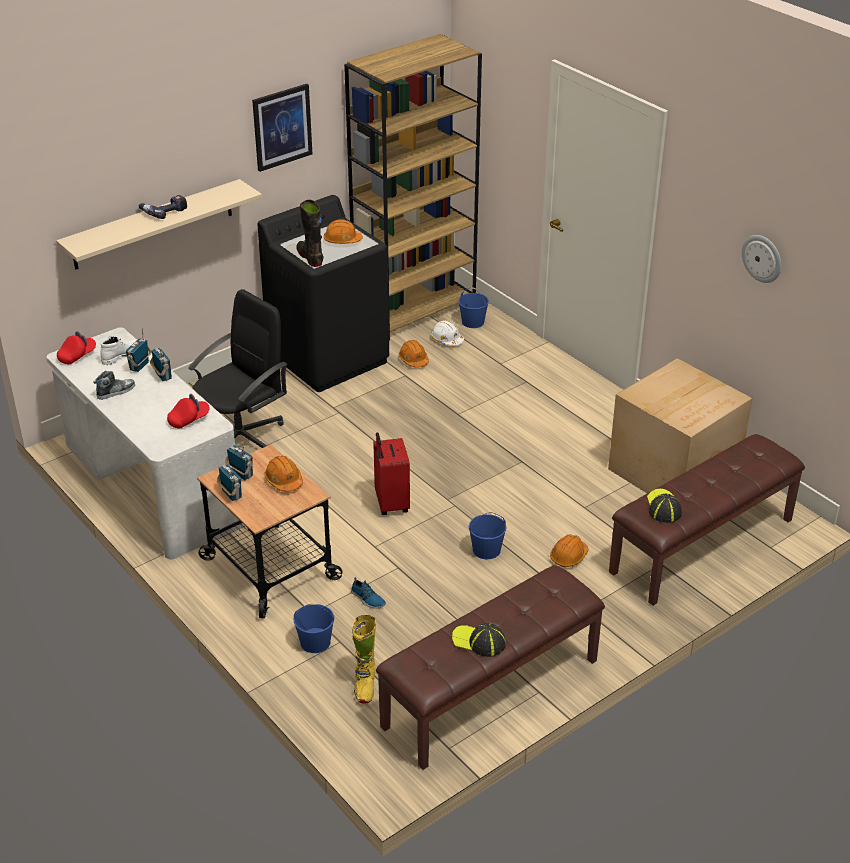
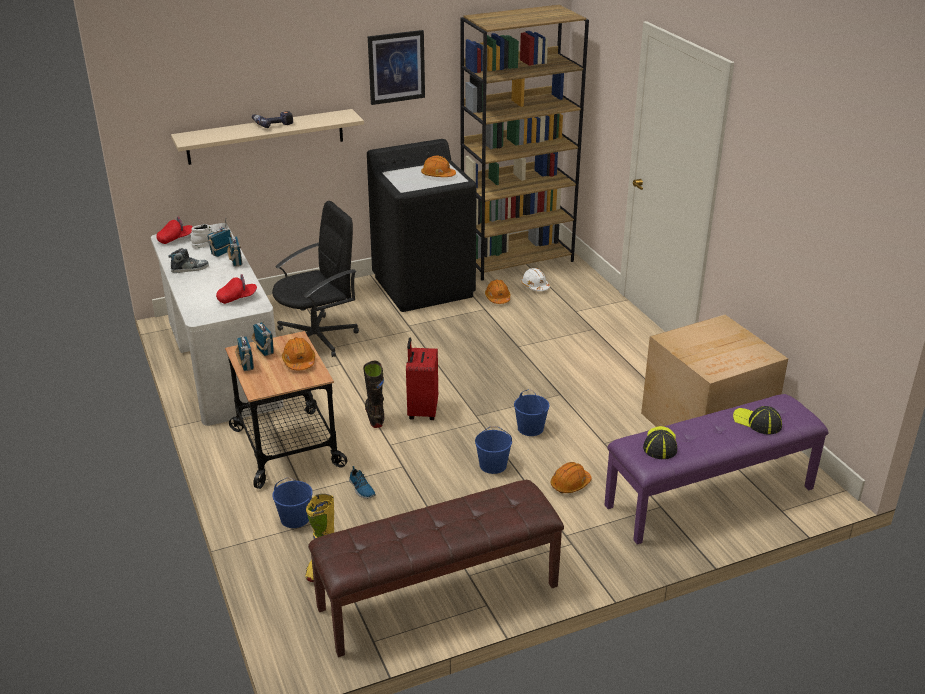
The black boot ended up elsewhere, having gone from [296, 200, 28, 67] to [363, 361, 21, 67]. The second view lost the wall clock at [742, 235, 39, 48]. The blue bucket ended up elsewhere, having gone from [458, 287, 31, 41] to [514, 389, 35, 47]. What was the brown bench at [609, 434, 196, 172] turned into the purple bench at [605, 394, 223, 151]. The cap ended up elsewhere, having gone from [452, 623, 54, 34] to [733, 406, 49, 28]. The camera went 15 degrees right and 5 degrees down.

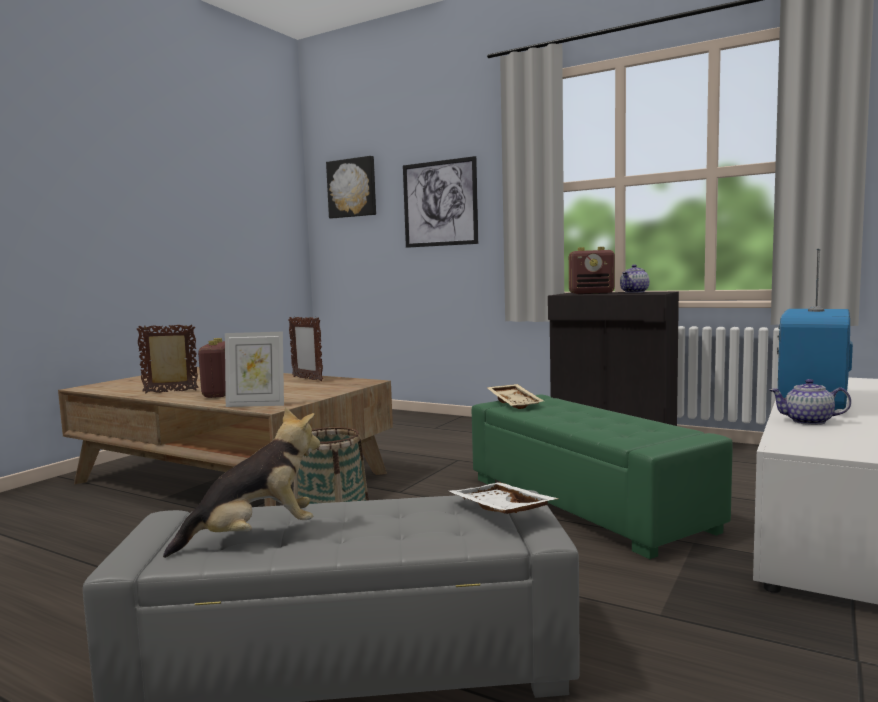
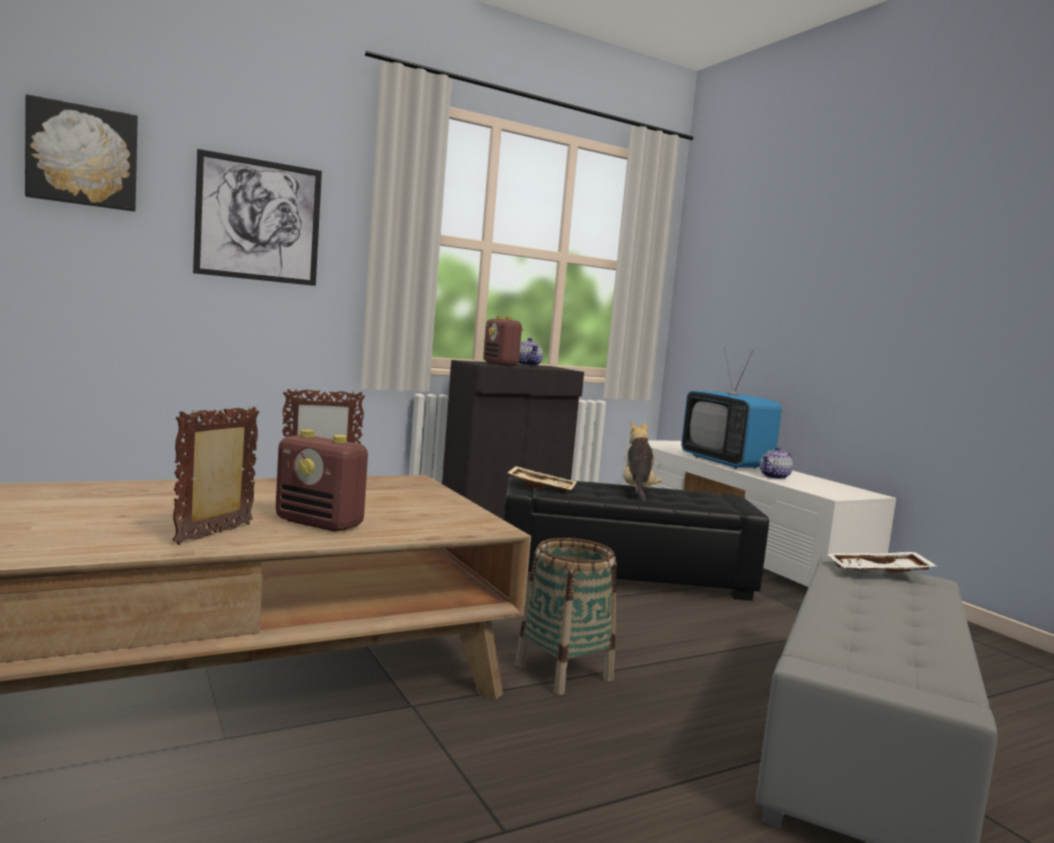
The radio at [569, 247, 46, 47] ended up facing another way, 120 degrees clockwise from before. The second view lost the picture frame at [225, 332, 59, 75]. What was the green ottoman at [472, 395, 261, 164] turned into the black ottoman at [504, 476, 265, 125]. The plush toy ended up elsewhere, having gone from [163, 407, 157, 151] to [624, 421, 38, 81]. The camera went 60 degrees left and 0 degrees up.

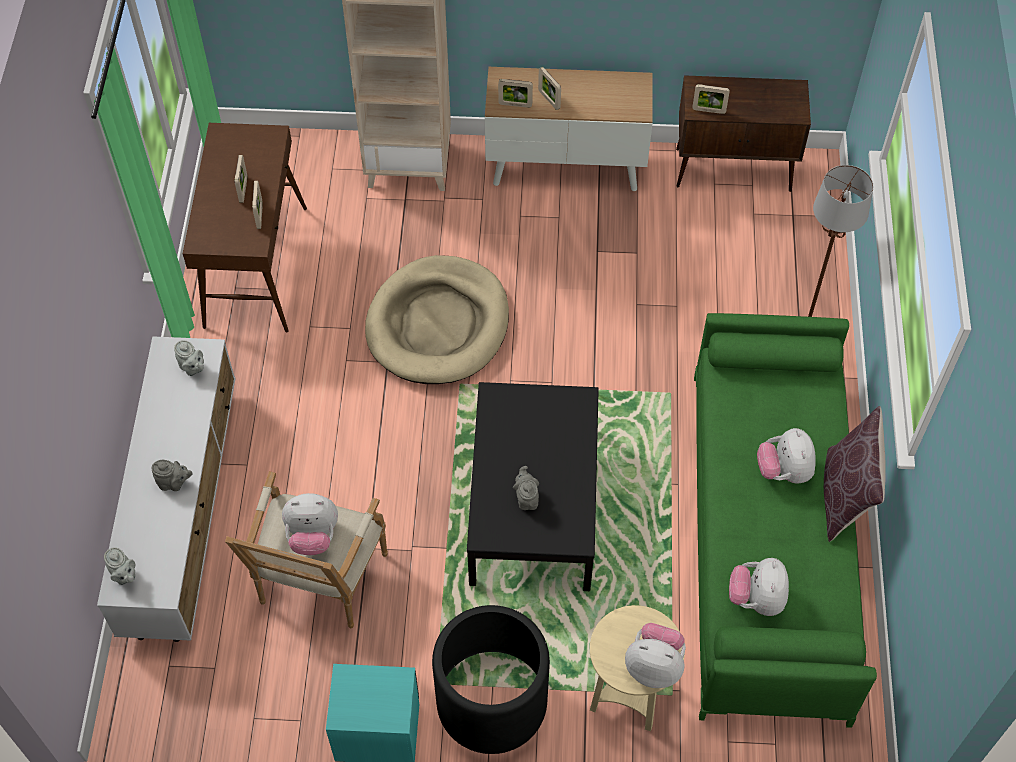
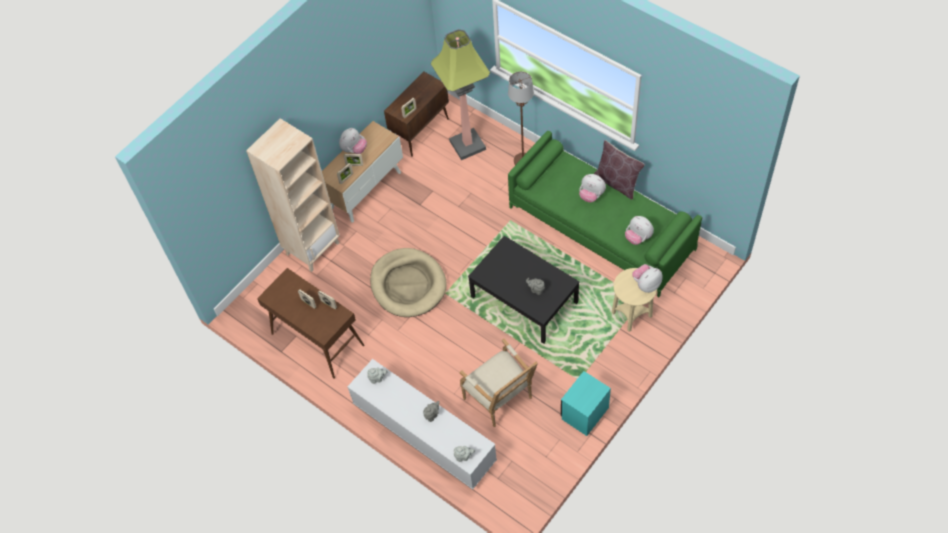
The plush toy ended up elsewhere, having gone from [282, 493, 56, 62] to [339, 128, 28, 26]. The second view lost the black planter at [432, 605, 118, 149]. The second view gained the floor lamp at [431, 29, 59, 131]. The camera went 50 degrees left and 0 degrees up.

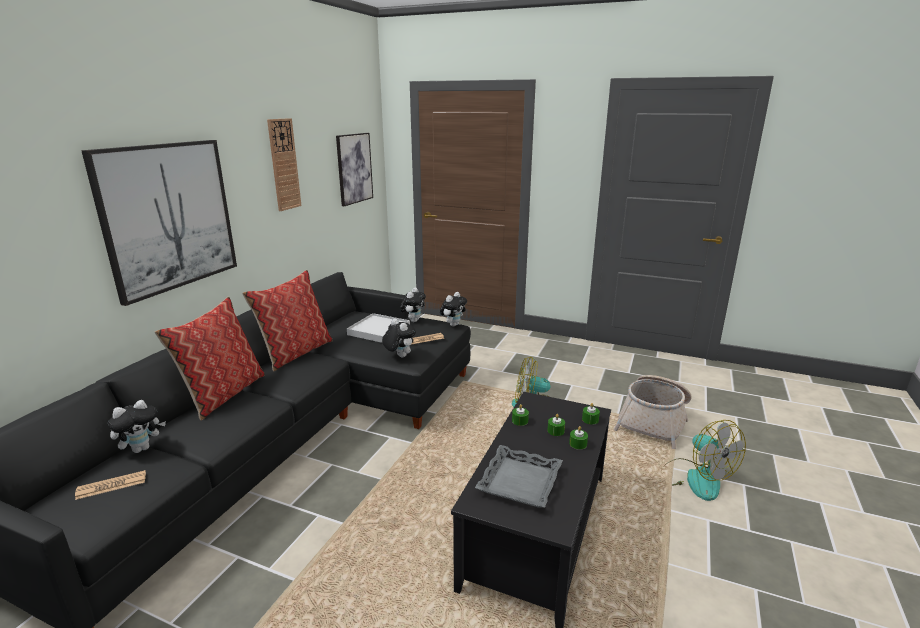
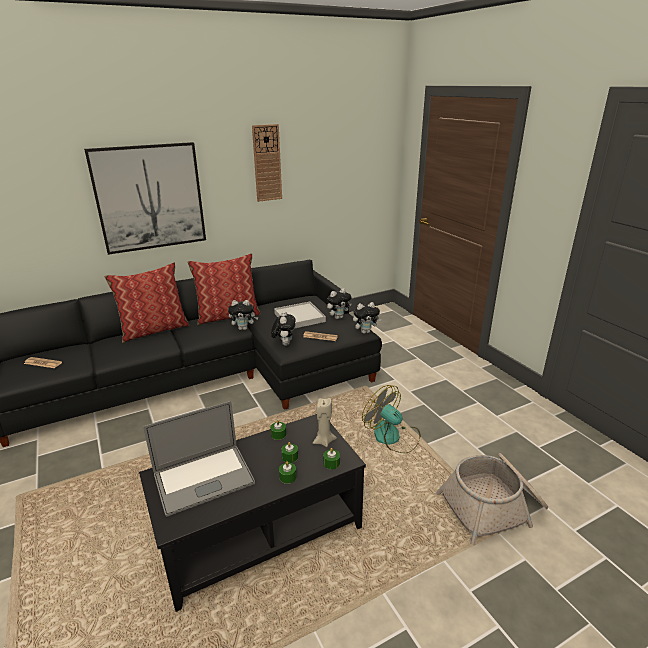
The second view lost the picture at [336, 133, 37, 73]. The plush toy ended up elsewhere, having gone from [108, 400, 58, 53] to [228, 300, 30, 30]. The second view lost the fan at [664, 420, 82, 81]. Where the grey tray stood at [475, 445, 88, 63], the laptop came to stand at [143, 401, 112, 116]. The second view gained the beige candle at [313, 398, 24, 49]. The camera went 40 degrees right and 5 degrees up.

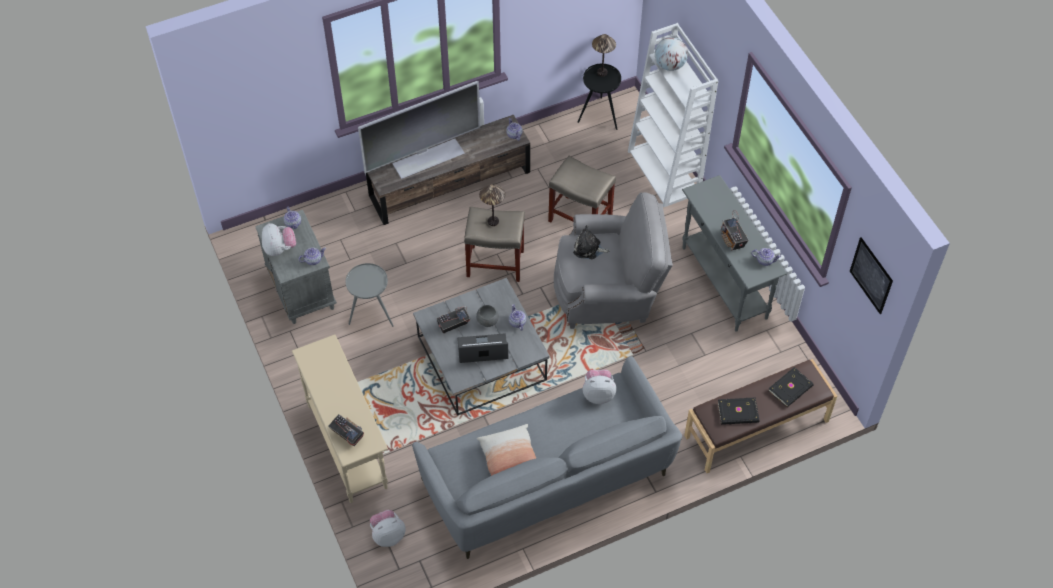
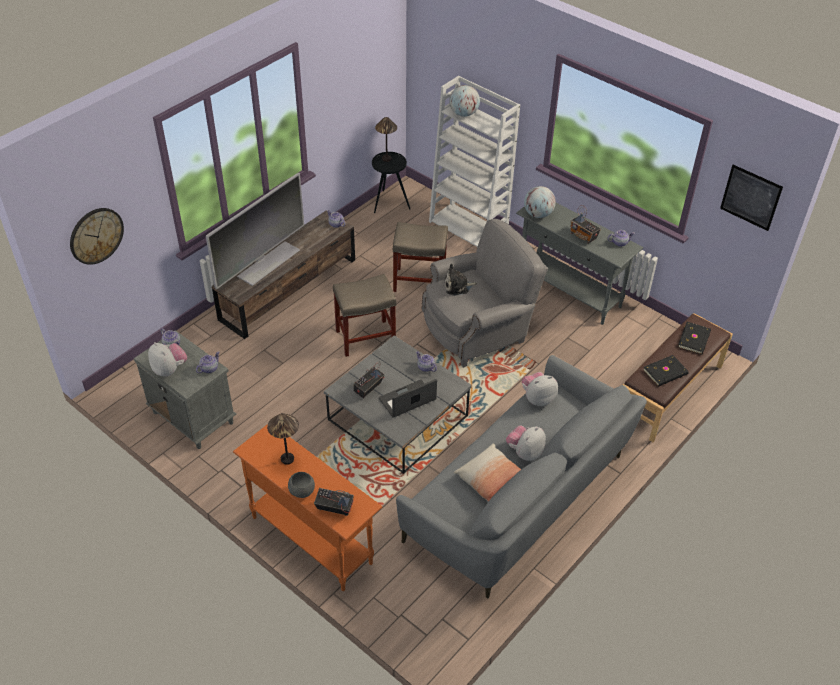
The table lamp ended up elsewhere, having gone from [479, 184, 27, 42] to [267, 413, 32, 52]. The second view lost the grey side table at [345, 263, 49, 64]. The grey bowl ended up elsewhere, having gone from [476, 305, 23, 22] to [288, 472, 27, 26]. What was the beige console table at [292, 334, 96, 169] turned into the orange console table at [233, 424, 149, 167]. The plush toy ended up elsewhere, having gone from [370, 510, 35, 37] to [506, 425, 40, 36]. The second view gained the globe at [524, 186, 32, 32]. The second view gained the wall clock at [70, 208, 54, 57]. The camera went 25 degrees left and 10 degrees down.

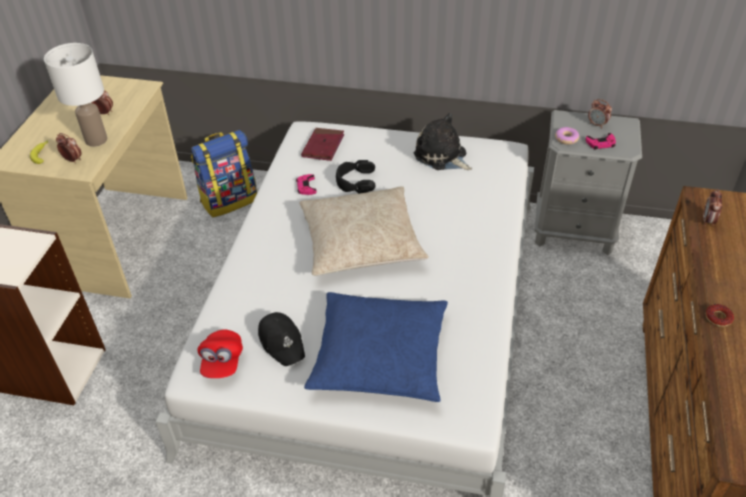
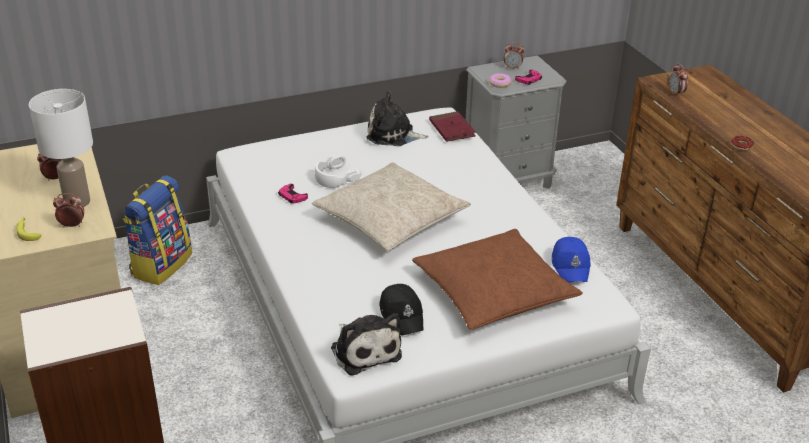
The red book ended up elsewhere, having gone from [301, 128, 43, 33] to [429, 111, 47, 31]. What was the black headphones at [336, 160, 39, 33] turned into the white headphones at [315, 154, 46, 34]. What was the blue pillow at [304, 292, 144, 110] turned into the brown pillow at [412, 229, 171, 101]. The black cap at [258, 312, 47, 54] ended up facing another way, 45 degrees clockwise from before. Where the red cap stood at [197, 329, 46, 49], the plush toy came to stand at [331, 313, 71, 63]. The second view gained the blue cap at [552, 237, 39, 46]. The camera went 35 degrees left and 10 degrees down.

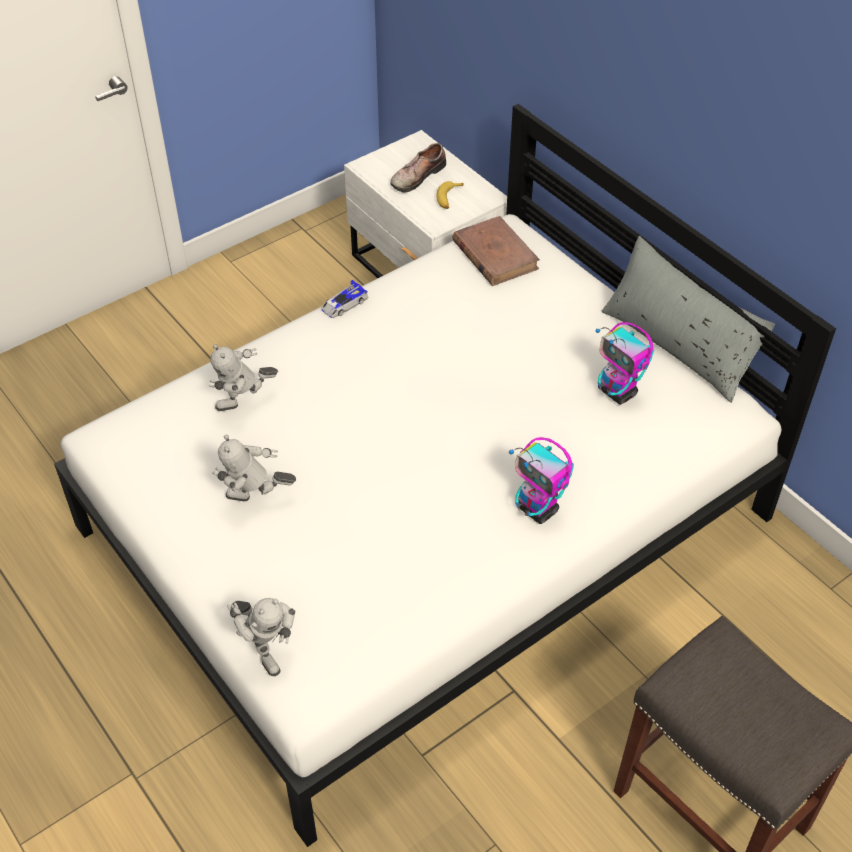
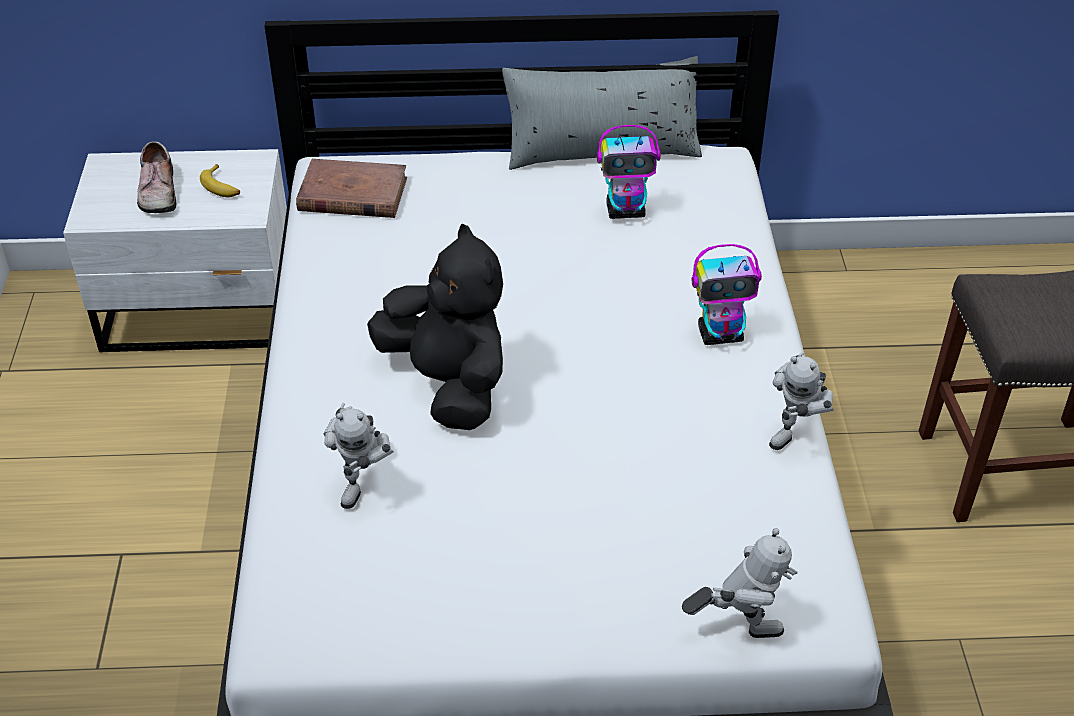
The second view lost the toy car at [321, 280, 48, 38]. The toy robot ended up elsewhere, having gone from [213, 435, 83, 66] to [769, 352, 64, 98]. The second view gained the black plush toy at [367, 224, 136, 206]. The camera went 55 degrees left and 5 degrees down.

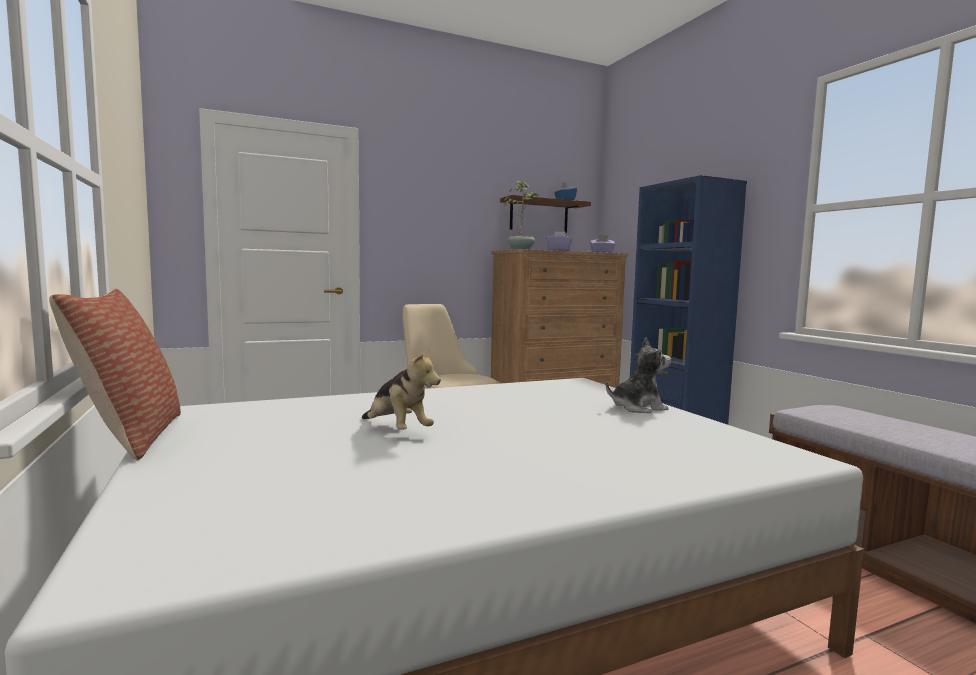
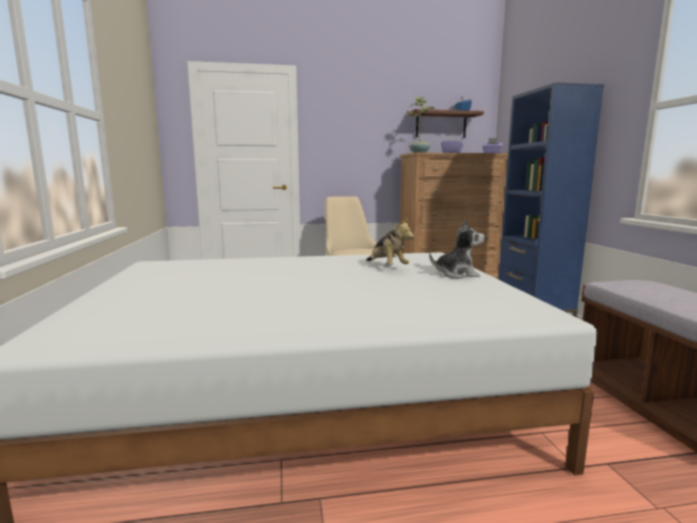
The second view lost the pillow at [49, 289, 132, 171]. The plush toy ended up elsewhere, having gone from [362, 348, 79, 82] to [367, 218, 47, 47]. The camera went 15 degrees right and 5 degrees up.

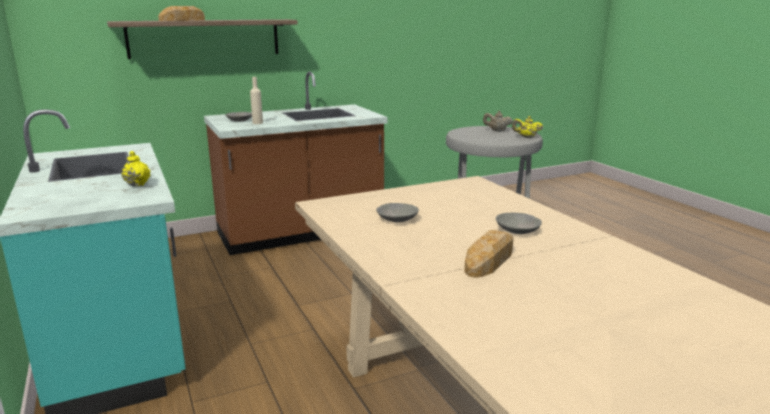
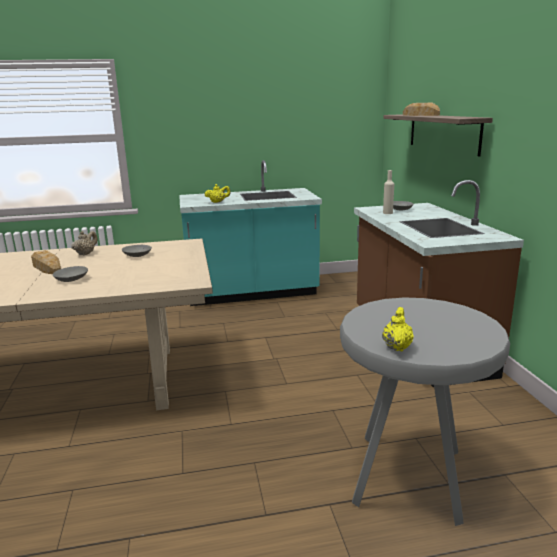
The beige teapot ended up elsewhere, having gone from [483, 111, 30, 21] to [71, 231, 27, 25]. The camera went 105 degrees right and 0 degrees up.

